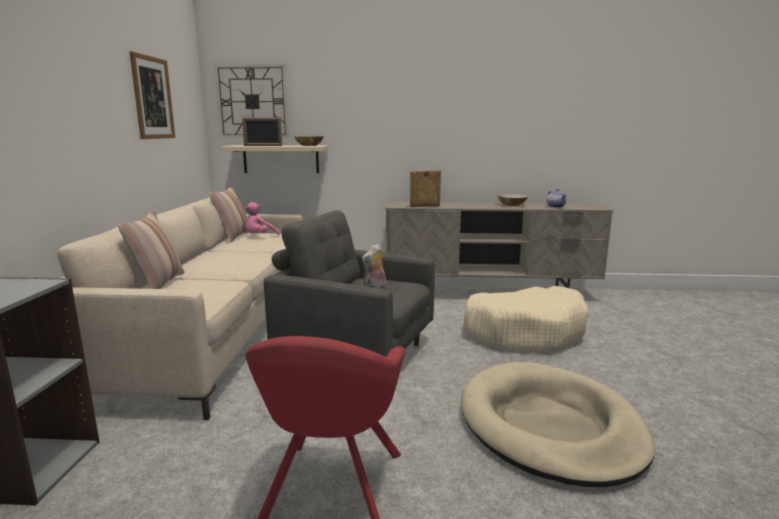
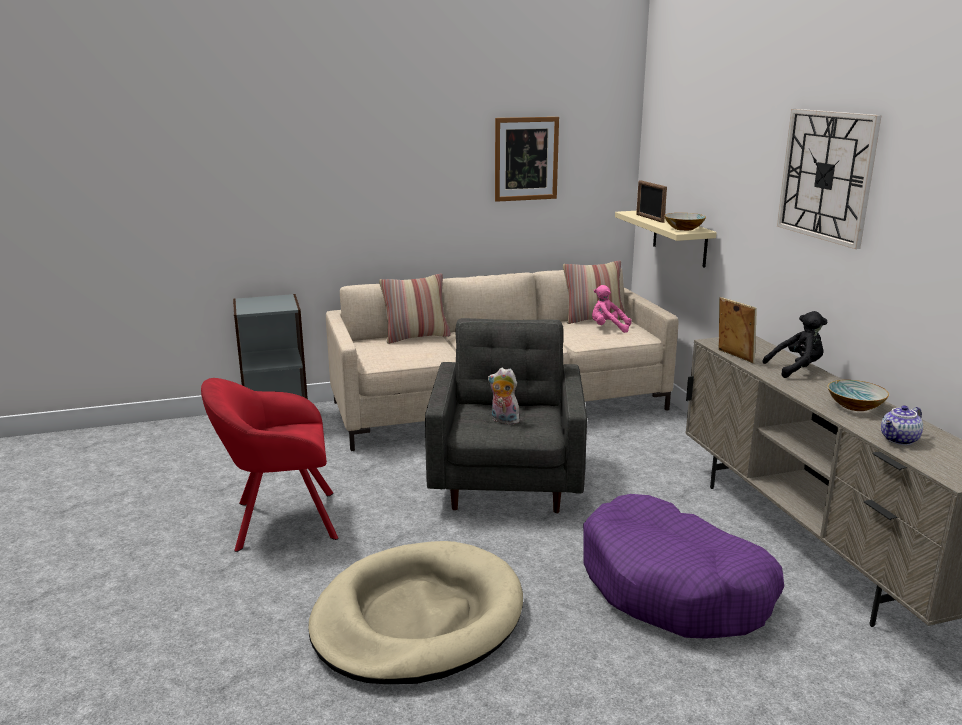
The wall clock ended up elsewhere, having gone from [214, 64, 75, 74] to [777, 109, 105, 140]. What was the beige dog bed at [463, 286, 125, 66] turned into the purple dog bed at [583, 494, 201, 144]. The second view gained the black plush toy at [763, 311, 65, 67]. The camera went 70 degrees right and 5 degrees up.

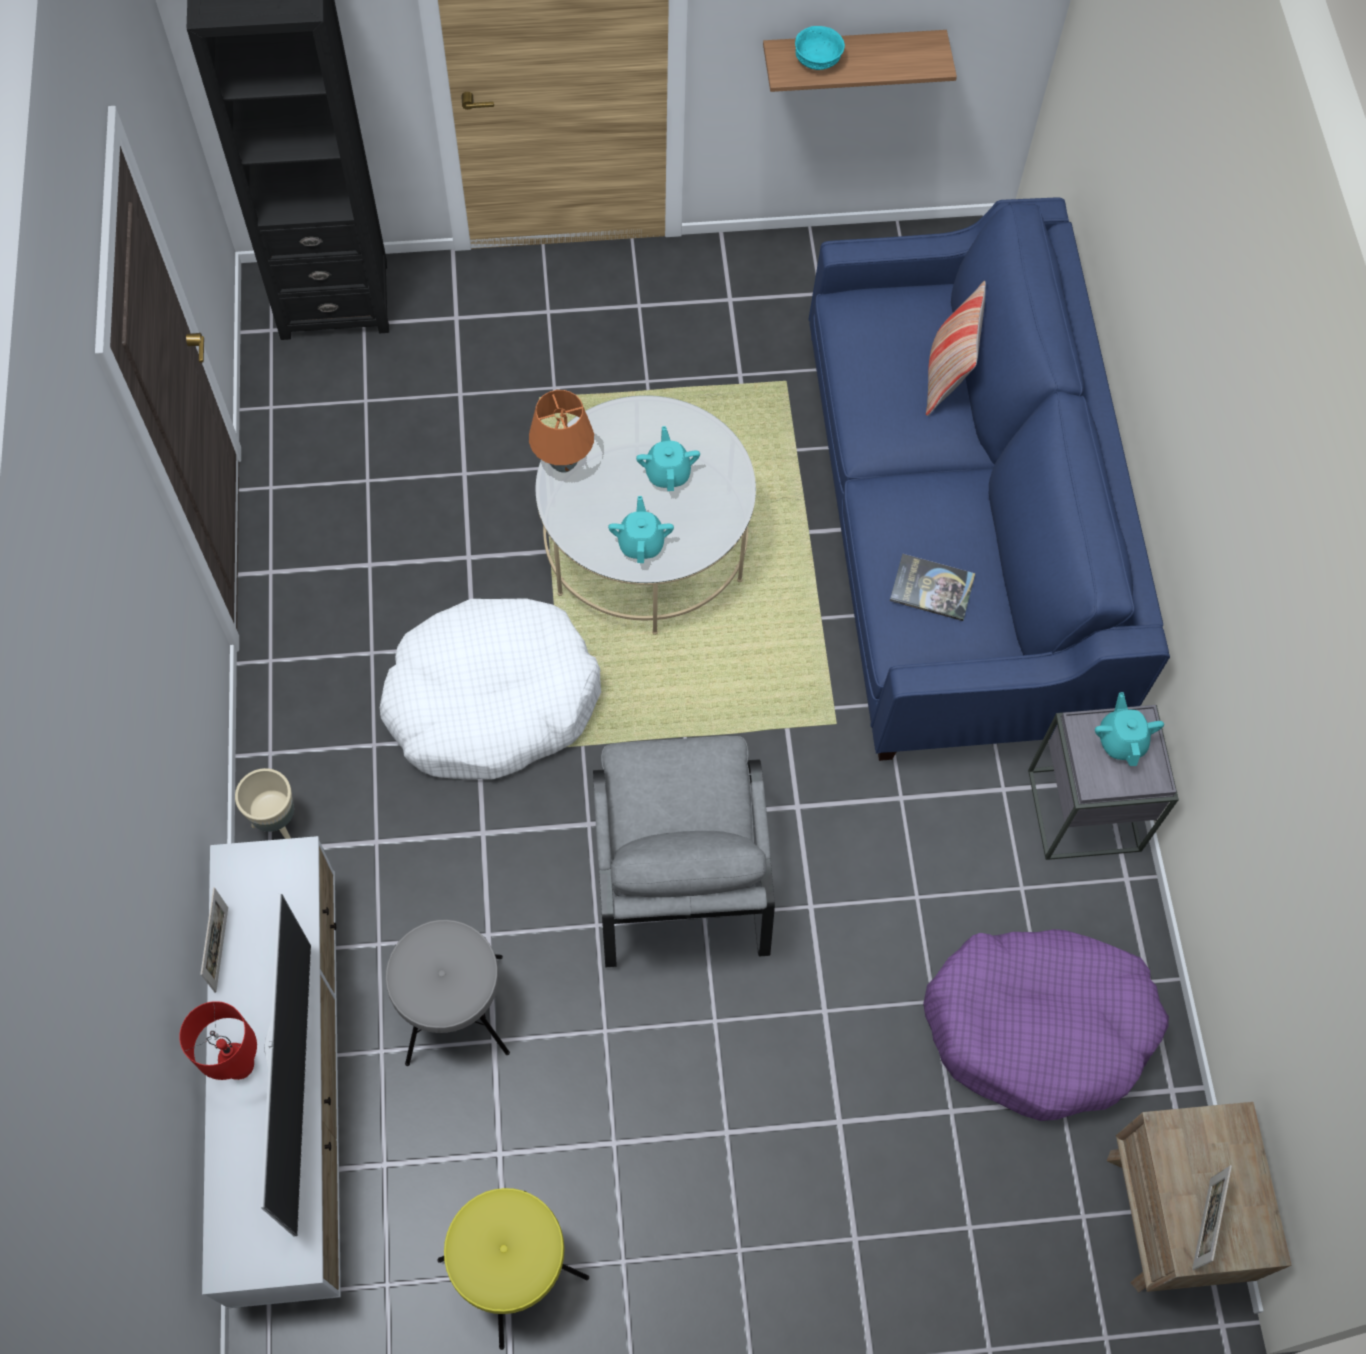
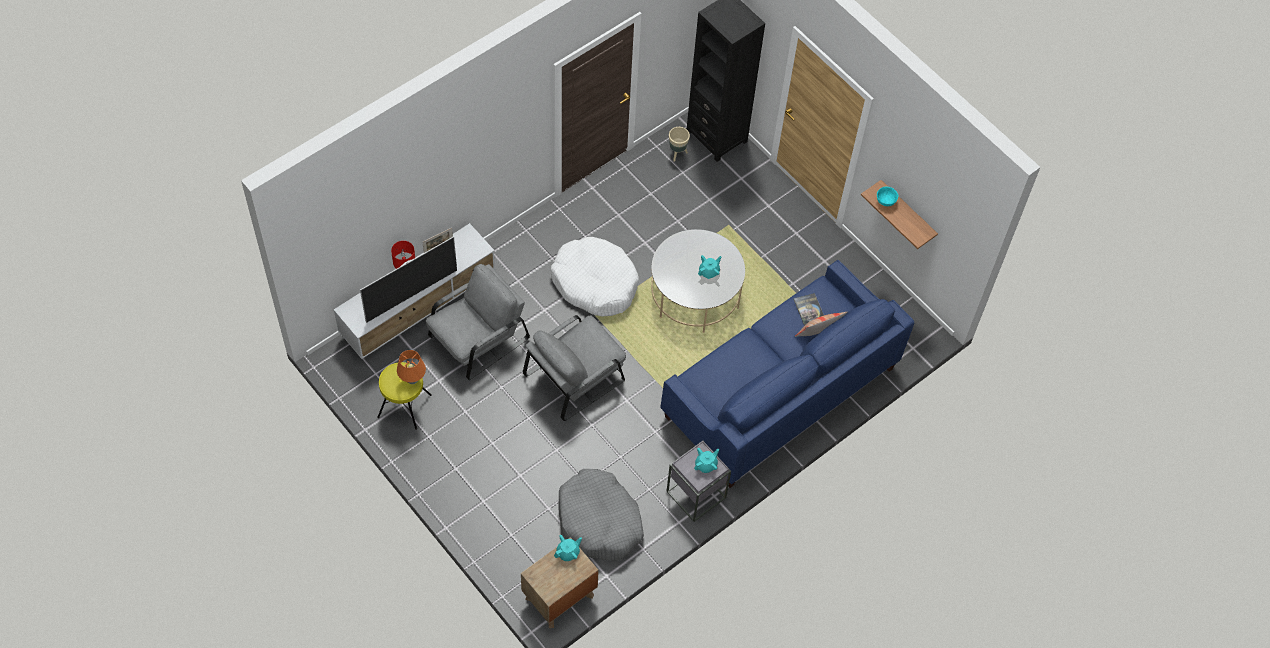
The orange table lamp ended up elsewhere, having gone from [529, 390, 65, 83] to [397, 350, 29, 34]. The turquoise teapot ended up elsewhere, having gone from [608, 496, 66, 67] to [554, 535, 28, 26]. The book ended up elsewhere, having gone from [890, 554, 86, 67] to [794, 293, 30, 32]. The beige planter ended up elsewhere, having gone from [235, 768, 59, 71] to [669, 127, 21, 35]. Where the grey stool stood at [386, 920, 124, 146], the grey armchair came to stand at [426, 264, 104, 116]. What was the purple dog bed at [923, 929, 246, 192] turned into the grey dog bed at [559, 469, 85, 91]. The second view lost the picture frame at [1192, 1165, 40, 106]. The camera went 55 degrees right and 5 degrees down.

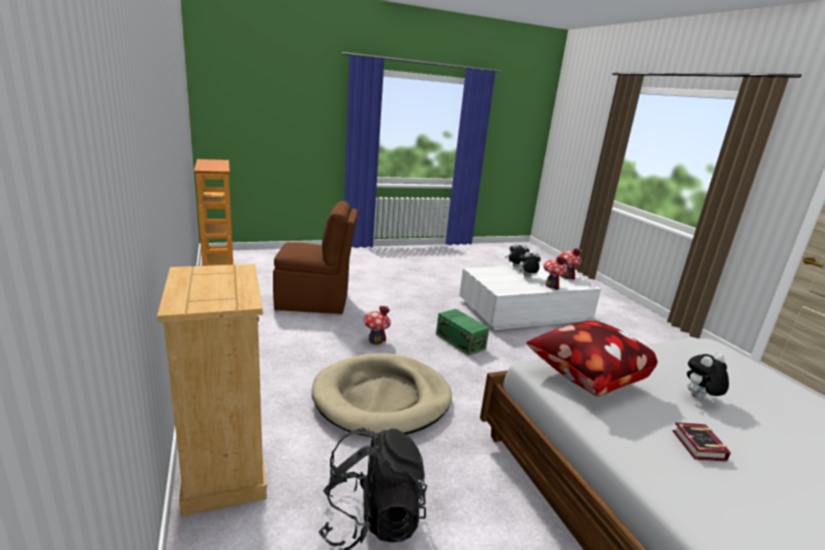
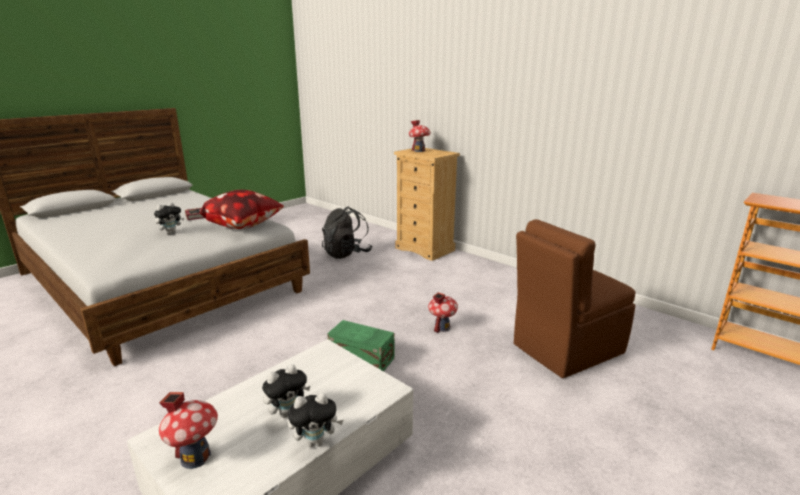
The toy house ended up elsewhere, having gone from [543, 256, 25, 34] to [409, 120, 22, 32]. The second view lost the beige dog bed at [311, 353, 141, 84]. The camera went 155 degrees right and 0 degrees up.

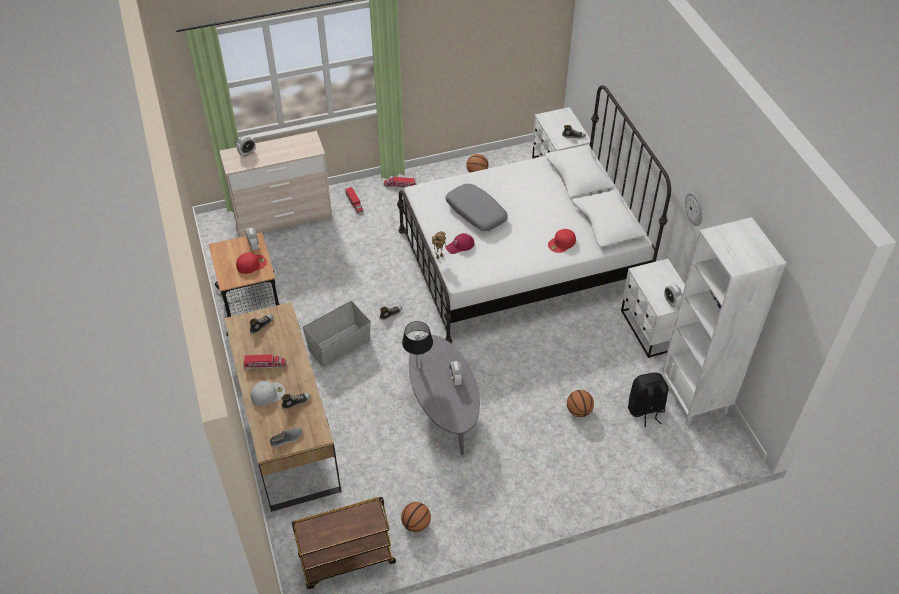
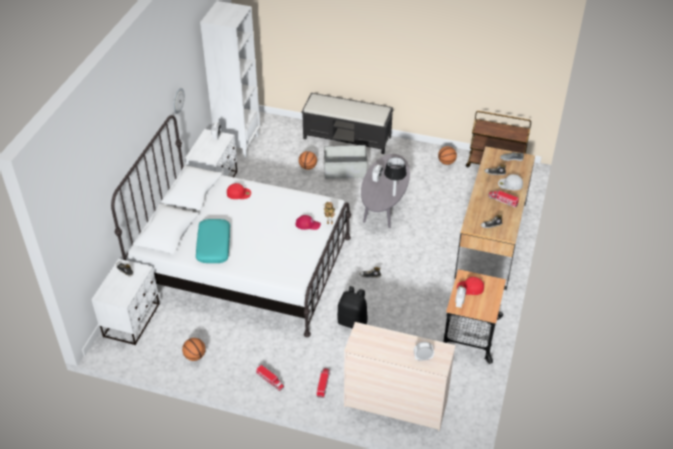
The second view lost the grey pillow at [446, 184, 62, 47]. The grey storage box ended up elsewhere, having gone from [303, 301, 68, 66] to [324, 145, 44, 34]. The black backpack ended up elsewhere, having gone from [628, 372, 40, 55] to [337, 286, 30, 42]. The second view gained the black bench at [301, 93, 93, 61]. The second view gained the turquoise pillow at [196, 219, 34, 44]. The camera went 145 degrees left and 5 degrees down.

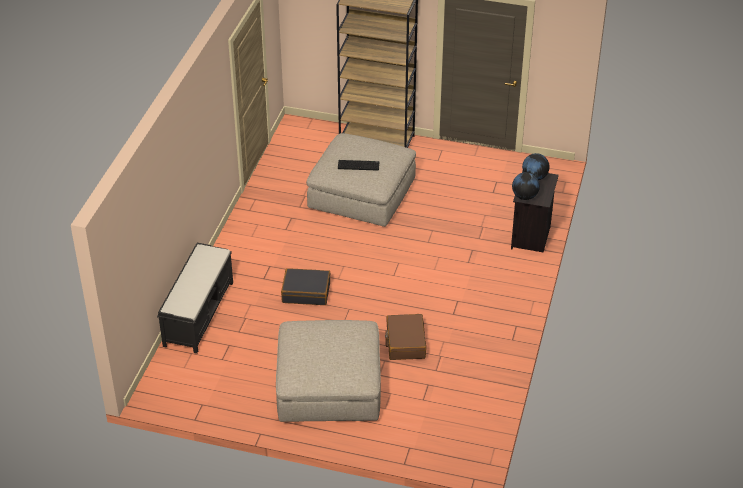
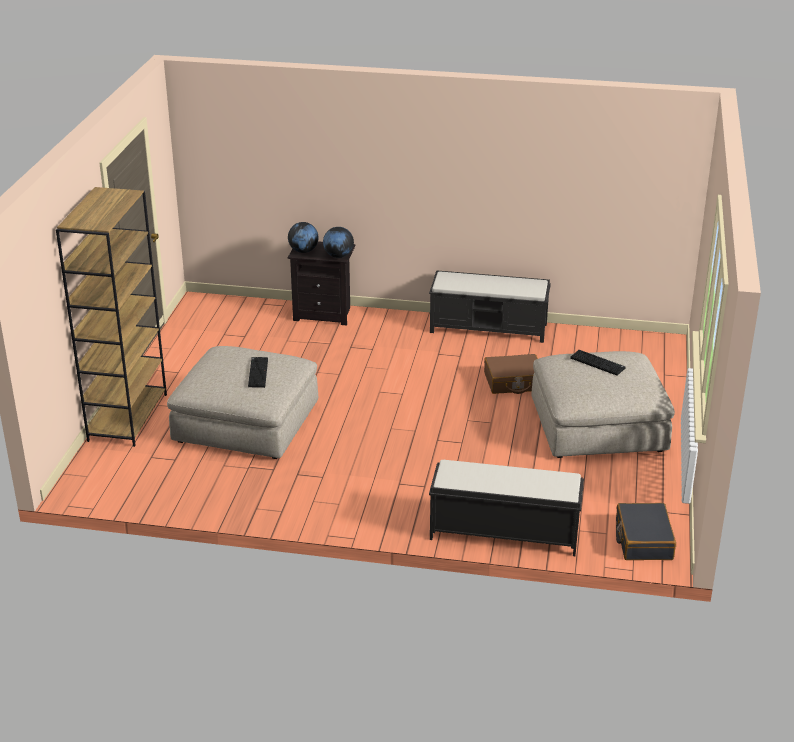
The black suitcase ended up elsewhere, having gone from [281, 268, 49, 37] to [616, 503, 60, 57]. The second view gained the black bench at [429, 270, 122, 73]. The second view gained the keyboard at [570, 350, 56, 25]. The camera went 95 degrees left and 10 degrees down.

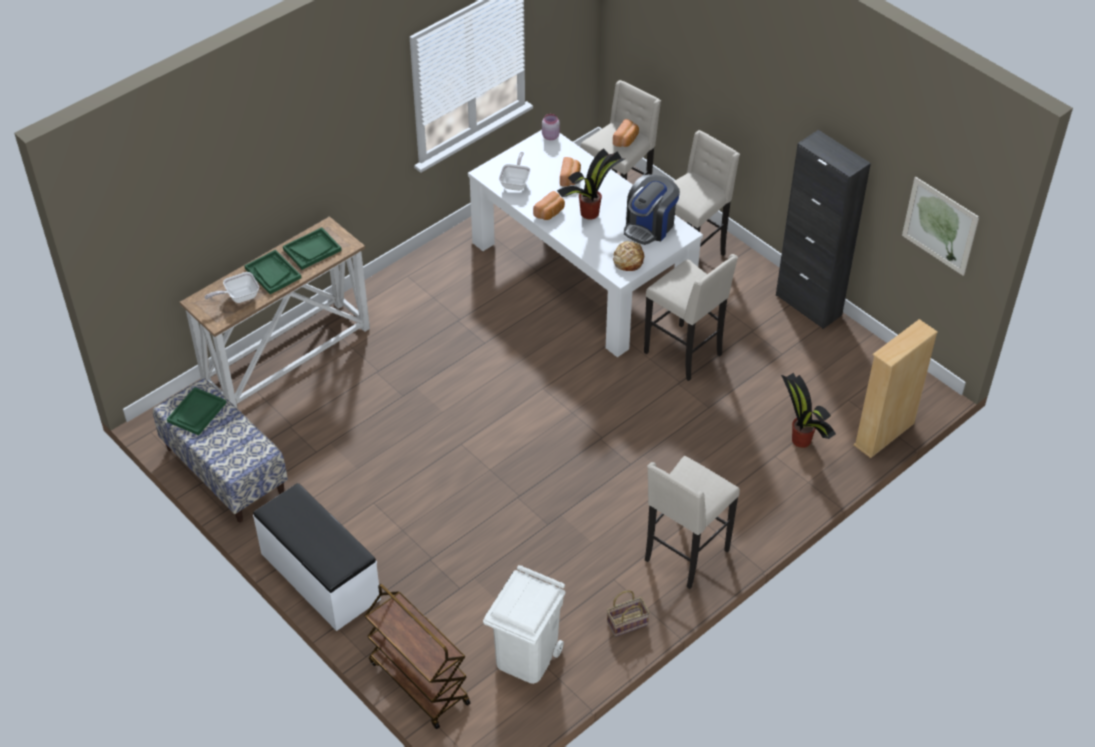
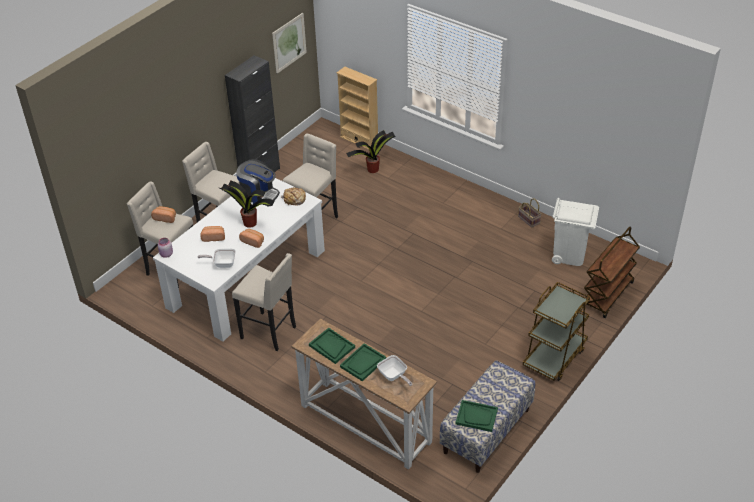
The beige stool ended up elsewhere, having gone from [645, 456, 95, 133] to [232, 253, 64, 98]. Where the white bench stood at [253, 483, 128, 148], the brown cart came to stand at [523, 282, 67, 99]. The camera went 100 degrees left and 5 degrees down.

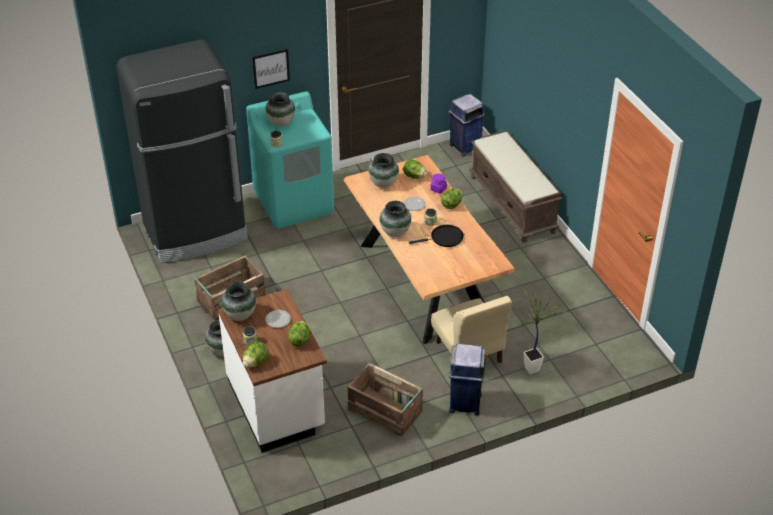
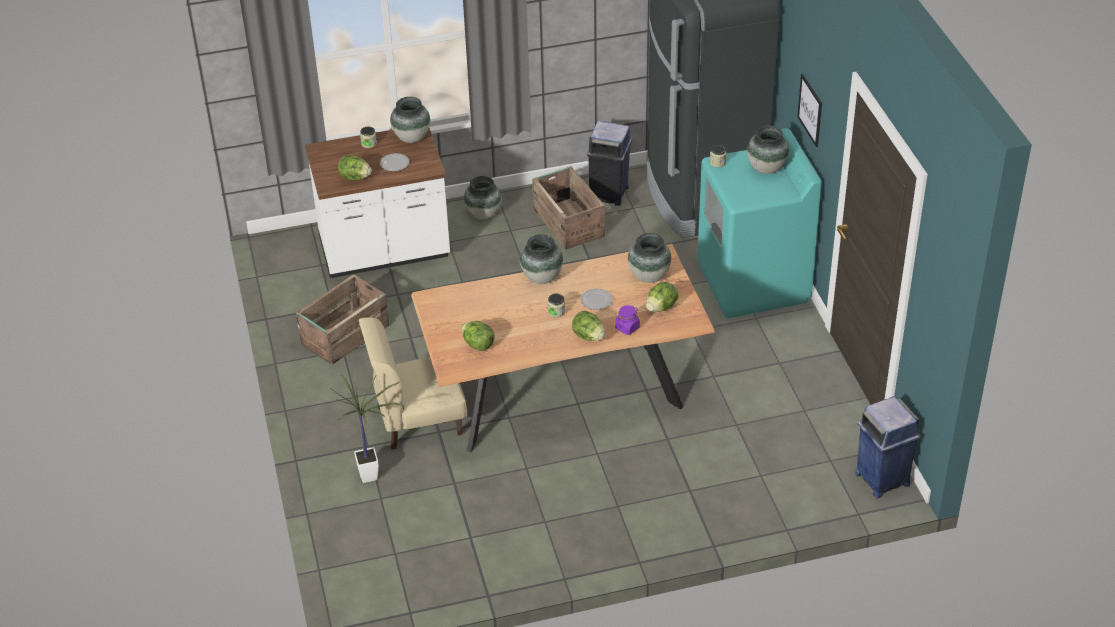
The second view lost the brown bench at [469, 130, 94, 112]. The second view lost the black frying pan at [409, 225, 55, 22]. The lettuce ended up elsewhere, having gone from [243, 342, 26, 25] to [461, 321, 34, 30]. The blue trash can ended up elsewhere, having gone from [449, 344, 37, 72] to [587, 121, 45, 85]. The camera went 100 degrees right and 0 degrees up.

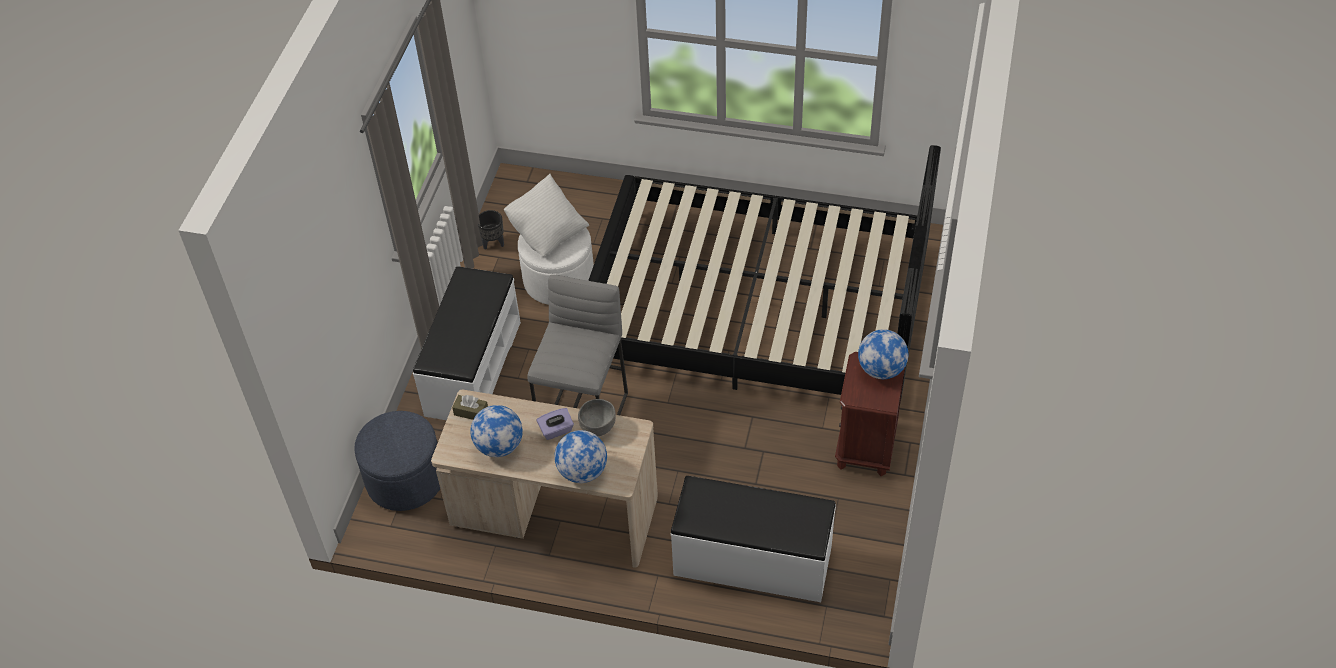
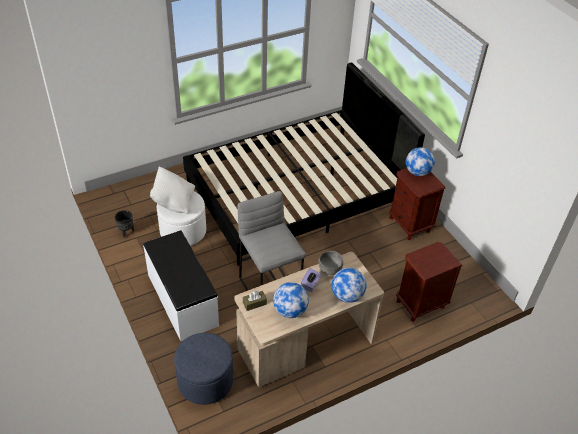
Where the white bench stood at [671, 476, 165, 126], the brown nightstand came to stand at [396, 242, 67, 80]. The camera went 45 degrees left and 5 degrees down.

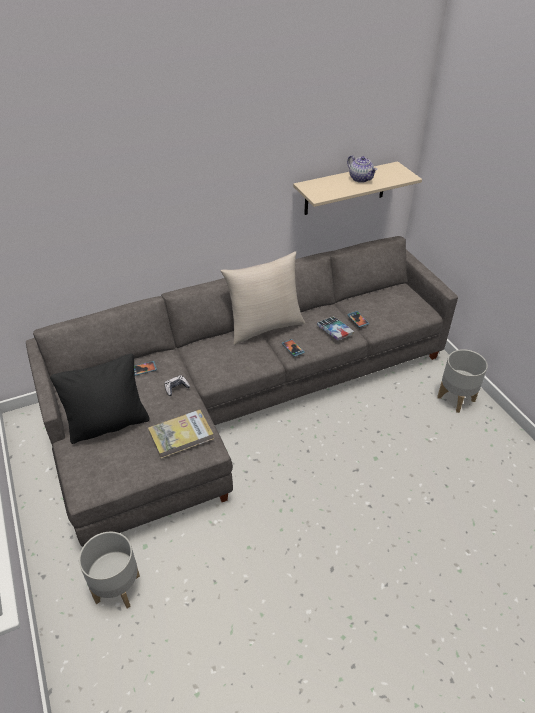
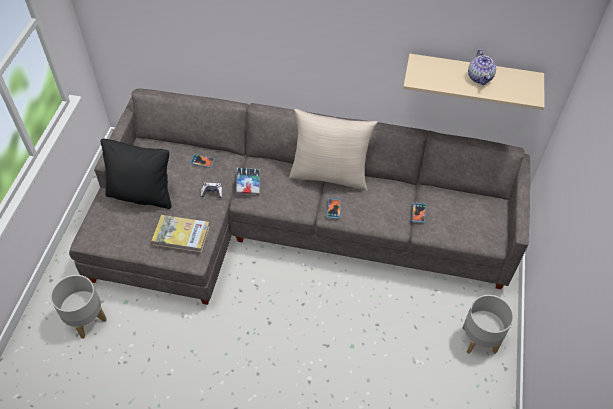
The book ended up elsewhere, having gone from [317, 317, 37, 23] to [236, 168, 24, 27]. The camera went 35 degrees right and 10 degrees up.

